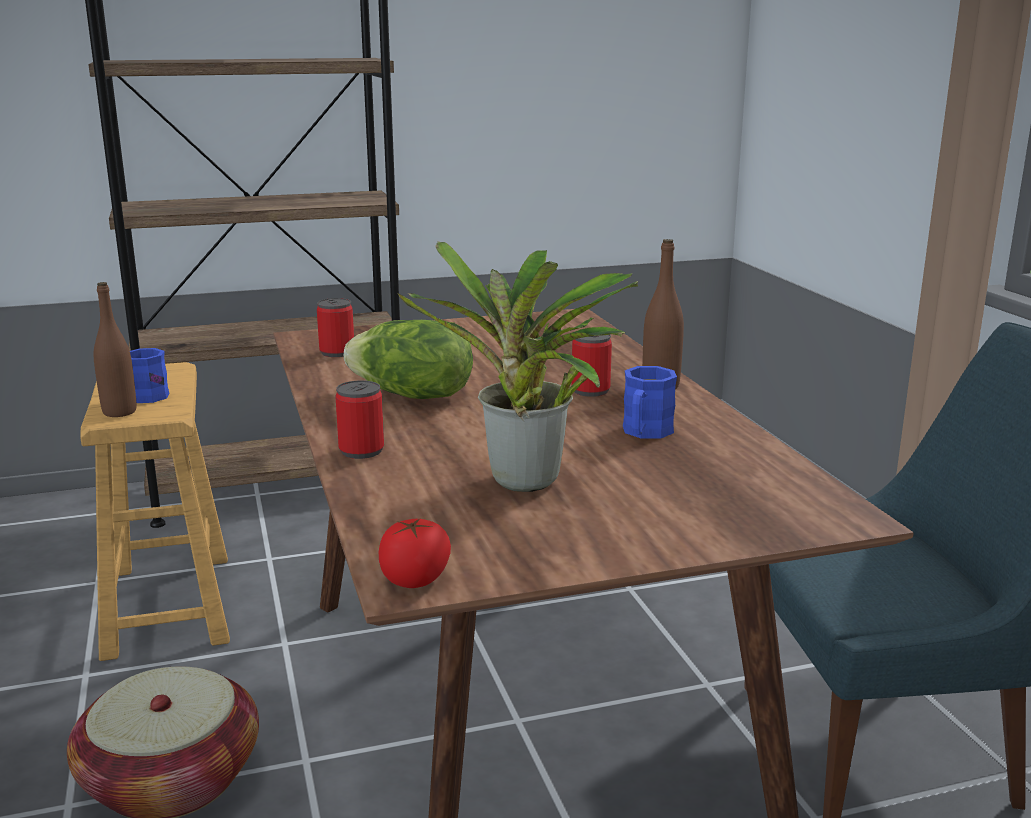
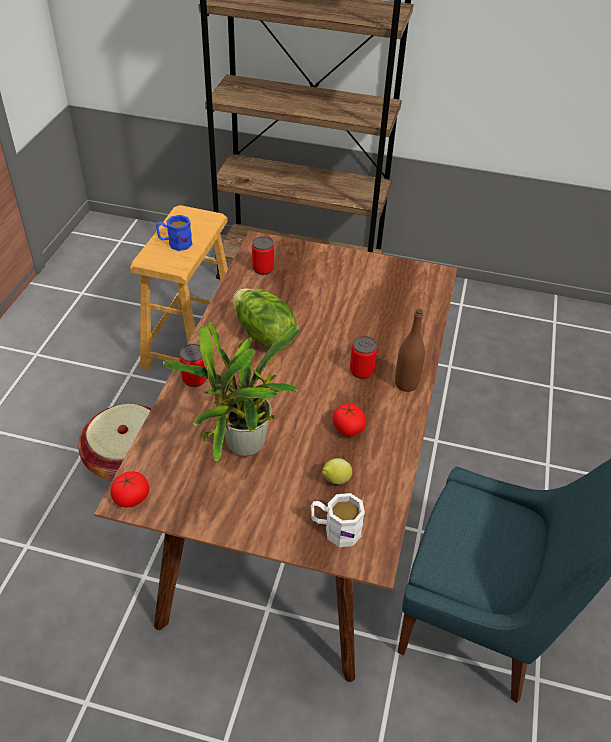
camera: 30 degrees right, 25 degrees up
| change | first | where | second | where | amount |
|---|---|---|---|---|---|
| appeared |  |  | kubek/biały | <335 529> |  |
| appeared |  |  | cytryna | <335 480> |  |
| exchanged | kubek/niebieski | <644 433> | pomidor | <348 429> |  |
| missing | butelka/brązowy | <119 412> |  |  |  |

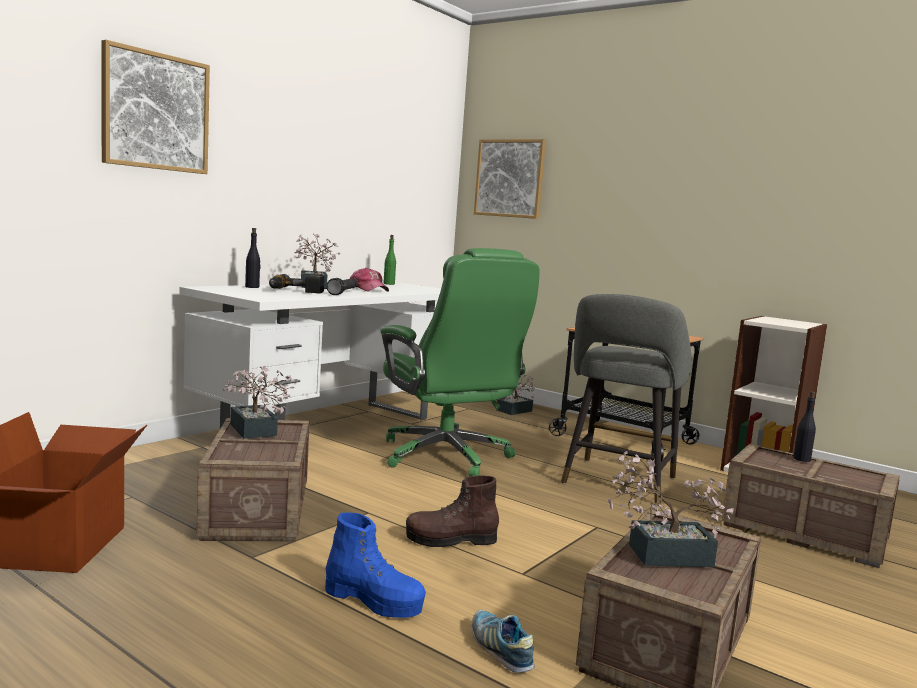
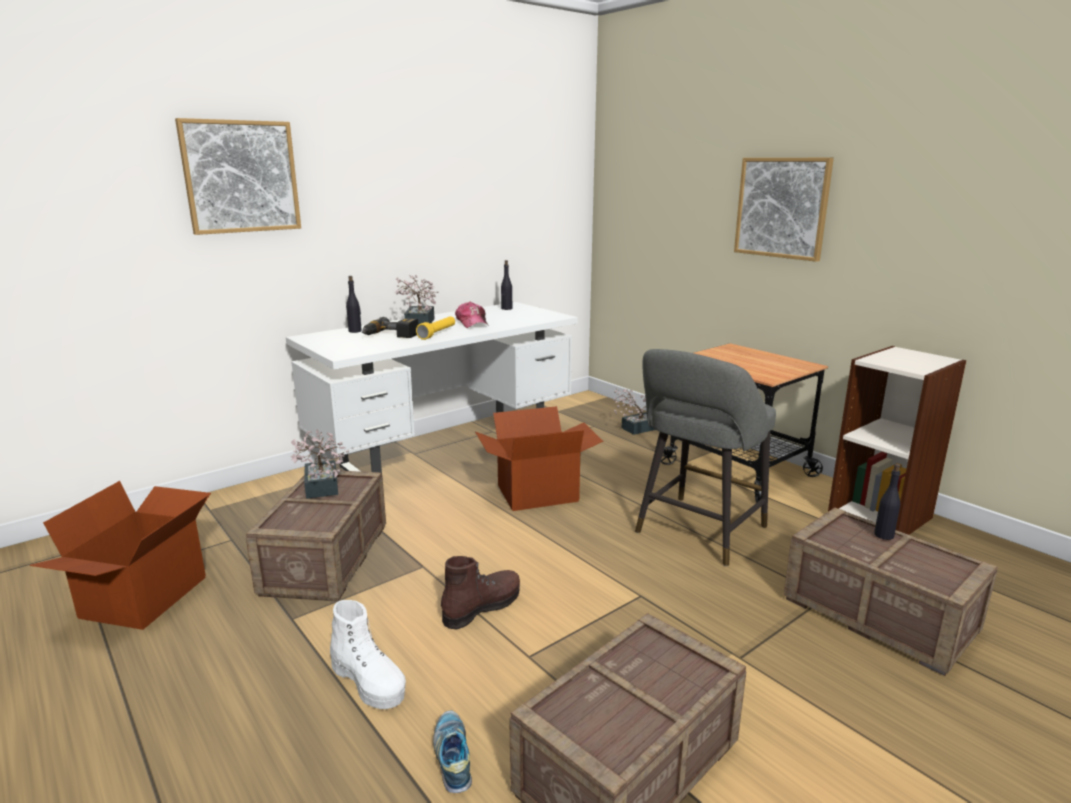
camera: 15 degrees right, 10 degrees up
| change | first | where | second | where | amount |
|---|---|---|---|---|---|
| colour | but z cholewką/niebieski | <374 601> | but z cholewką/biały | <369 682> |  |
| colour | latarka/czarny | <343 293> | latarka/żółty | <437 334> |  |
| spun | but z cholewką/brązowy | <451 540> |  | <482 607> | 135 degrees clockwise |
| exchanged | krzesło biurowe/zielony | <447 456> | karton | <537 493> |  |
| colour | butelka/zielony | <389 284> | butelka/czarny | <506 308> |  |
| relocated | obraz | <510 178> |  | <782 208> |  |
| missing | roślina doniczkowa | <660 555> |  |  |  |

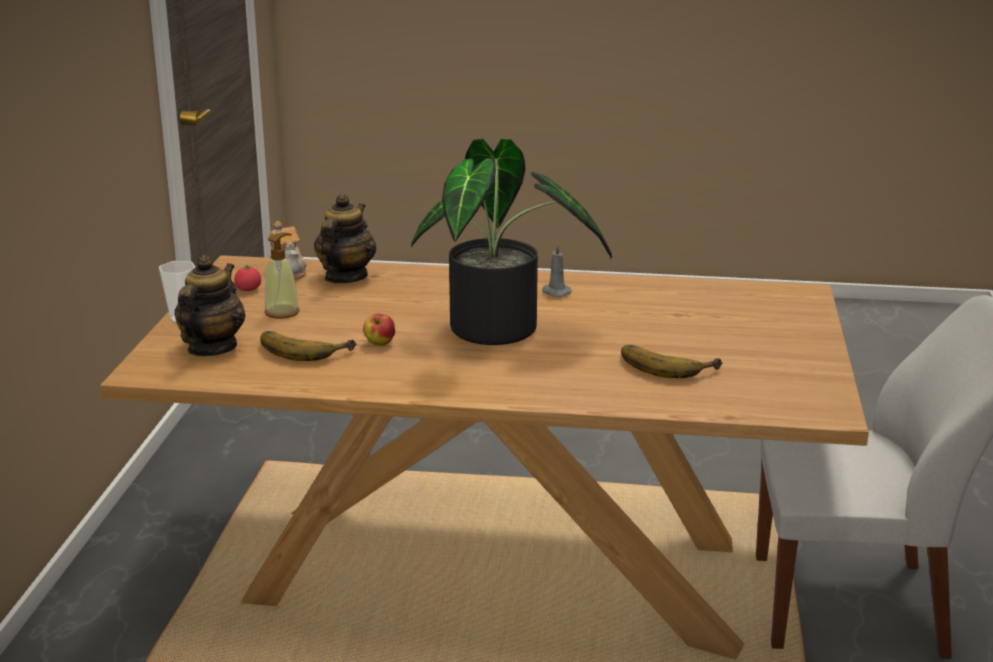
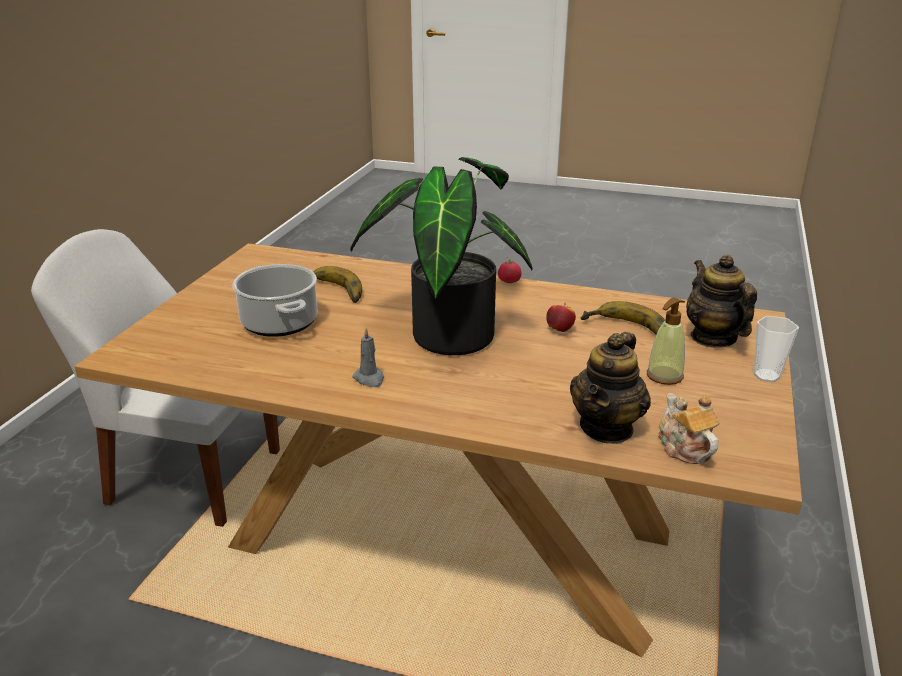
camera: 170 degrees left, 5 degrees up
| change | first | where | second | where | amount |
|---|---|---|---|---|---|
| appeared |  |  | garnek | <280 323> |  |
| relocated | pomidor | <248 289> |  | <509 281> |  |
| spun | imbryk | <211 348> |  | <713 338> | 135 degrees clockwise |

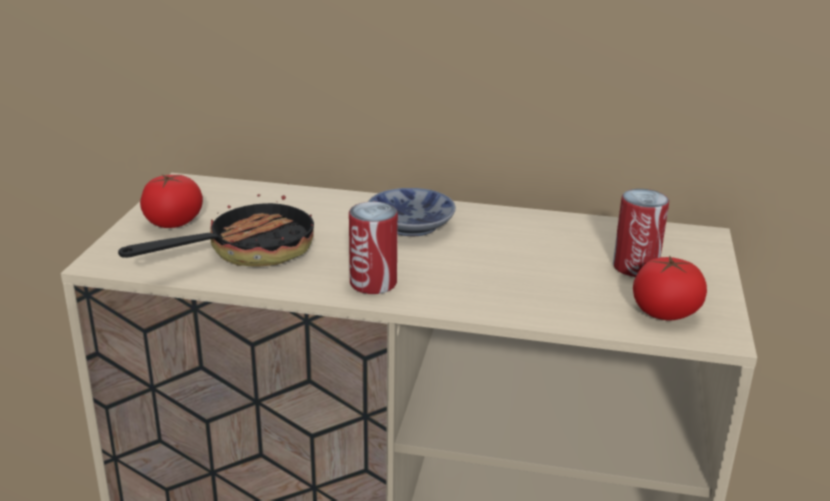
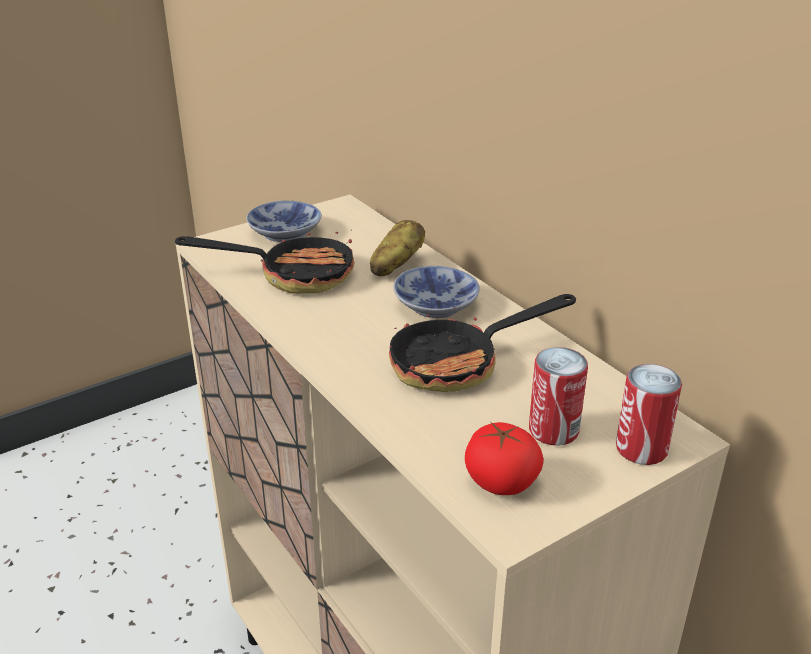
camera: 45 degrees right, 5 degrees up
| change | first | where | second | where | amount |
|---|---|---|---|---|---|
| exchanged | pomidor | <173 222> | miska | <287 233> |  |
| appeared |  |  | ziemniak | <395 266> |  |
| appeared |  |  | patelnia | <459 363> |  |
| relocated | puszka | <373 283> |  | <641 449> |  |

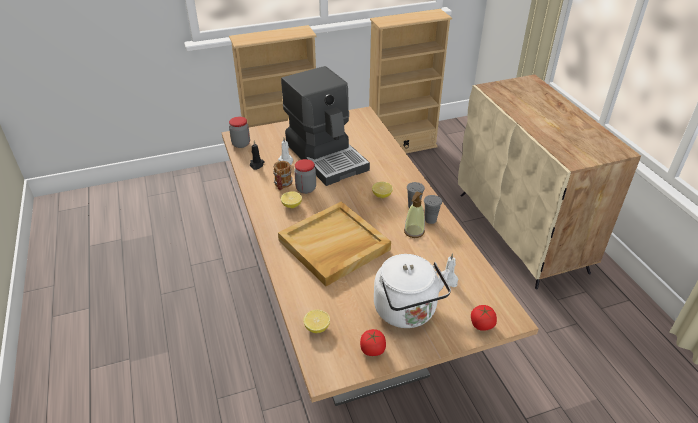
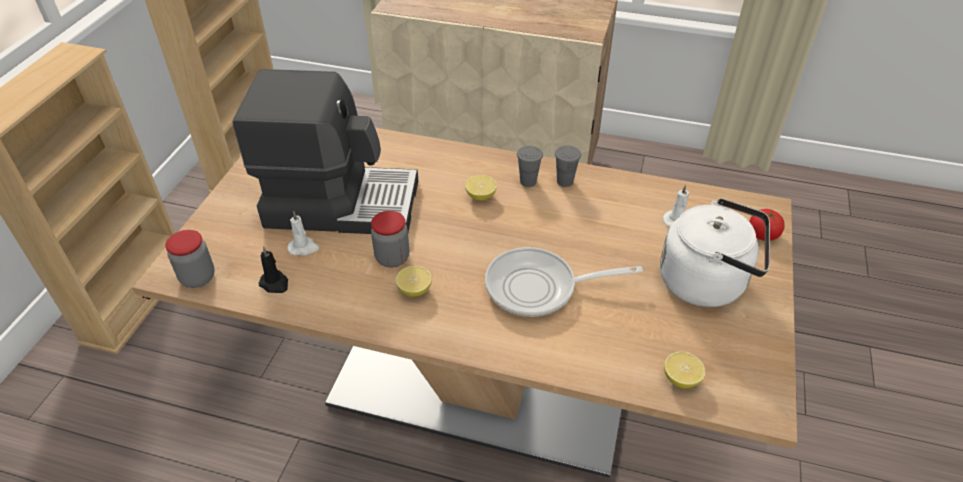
camera: 55 degrees left, 5 degrees up
| change | first | where | second | where | amount |
|---|---|---|---|---|---|
| exchanged | taca/beżowy | <334 246> | patelnia | <539 288> |  |
| missing | kubek | <282 185> |  |  |  |
| missing | pomidor | <372 349> |  |  |  |
| missing | dozownik mydła | <414 231> |  |  |  |

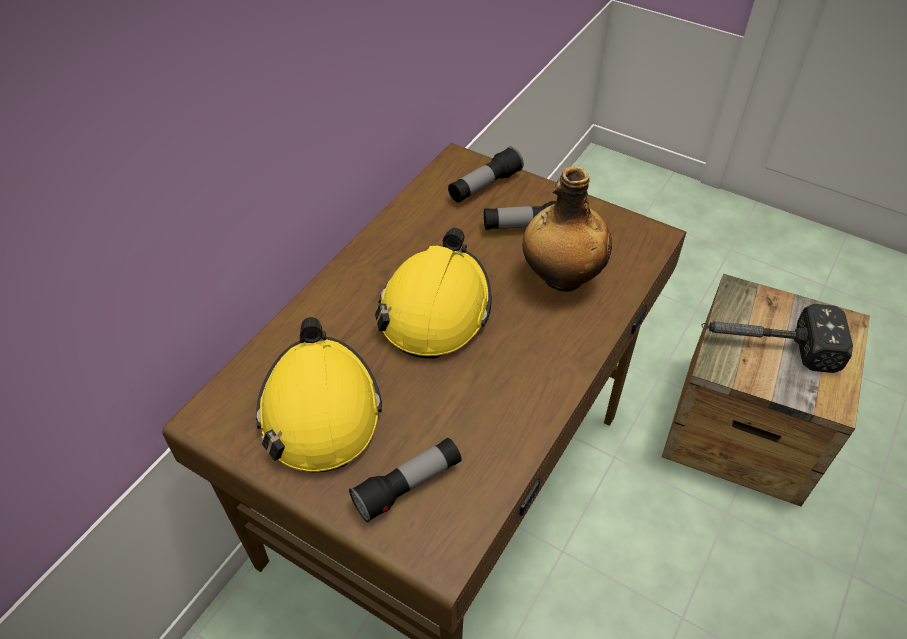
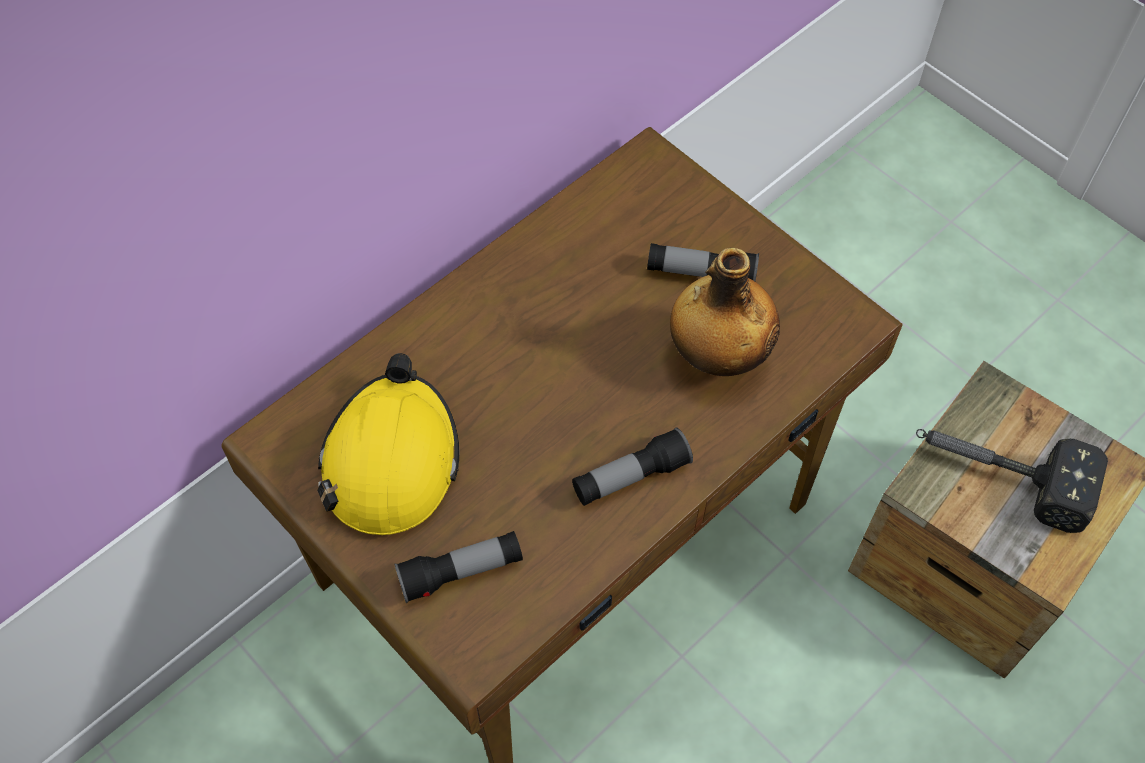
camera: 15 degrees right, 10 degrees up
| change | first | where | second | where | amount |
|---|---|---|---|---|---|
| relocated | latarka | <484 186> |  | <630 477> |  |
| missing | kask/żółty | <435 309> |  |  |  |

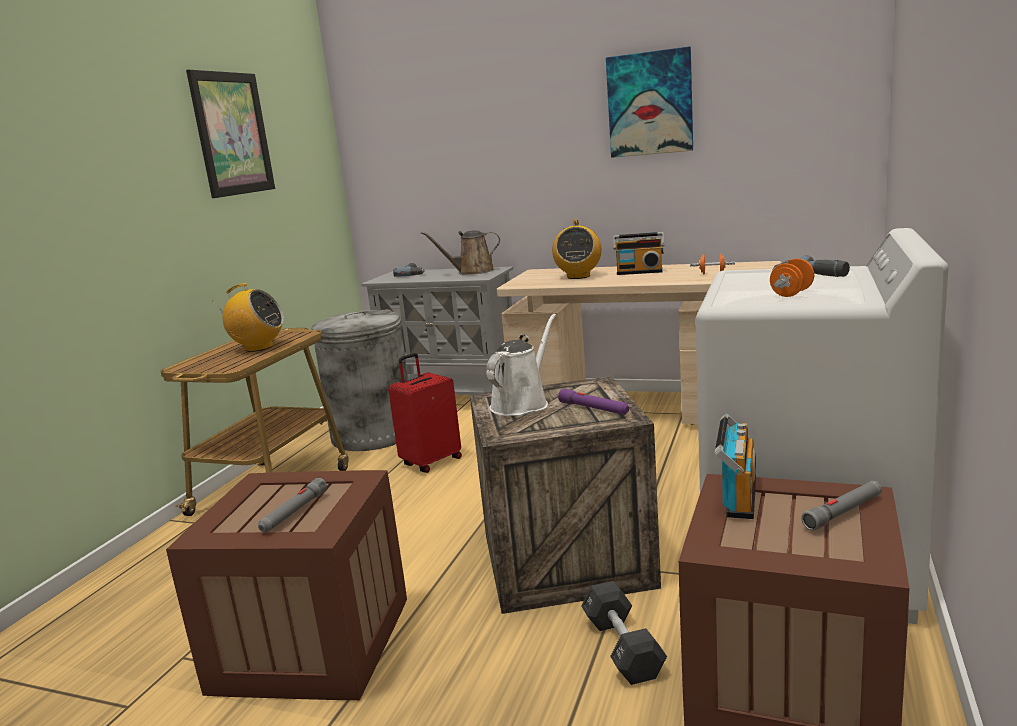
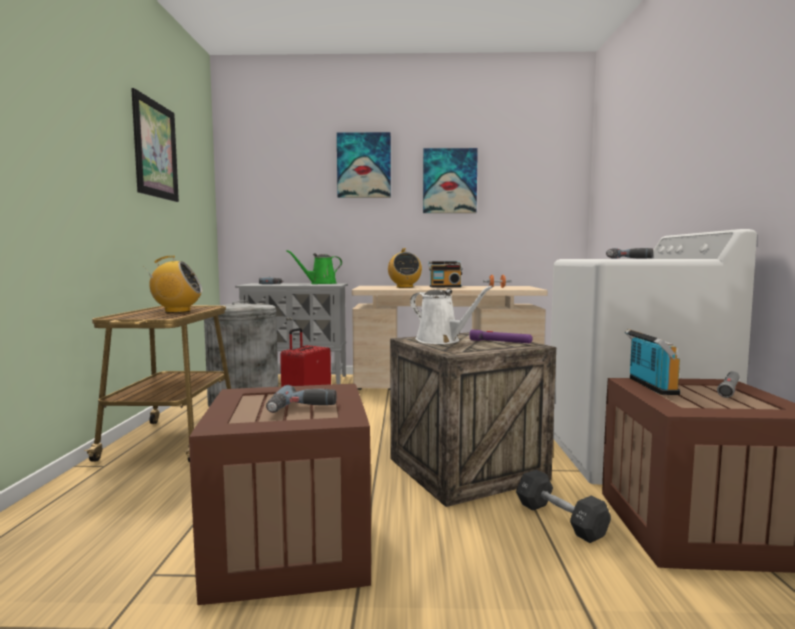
camera: 20 degrees left, 10 degrees down
| change | first | where | second | where | amount |
|---|---|---|---|---|---|
| exchanged | latarka/szary | <294 512> | wiertarka | <302 407> |  |
| colour | konewka/brązowy | <472 272> | konewka/zielony | <320 283> |  |
| appeared |  |  | obraz | <364 165> |  |
| spun | konewka/biały | <522 403> |  | <441 341> | 120 degrees clockwise |
| missing | hantel/pomarańczowy | <791 294> |  |  |  |

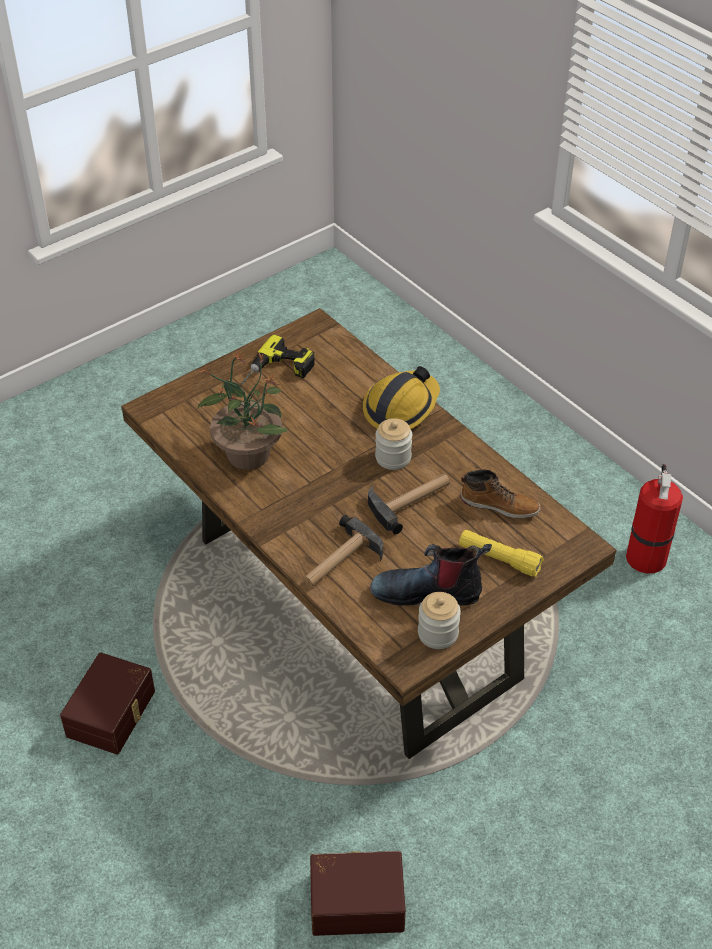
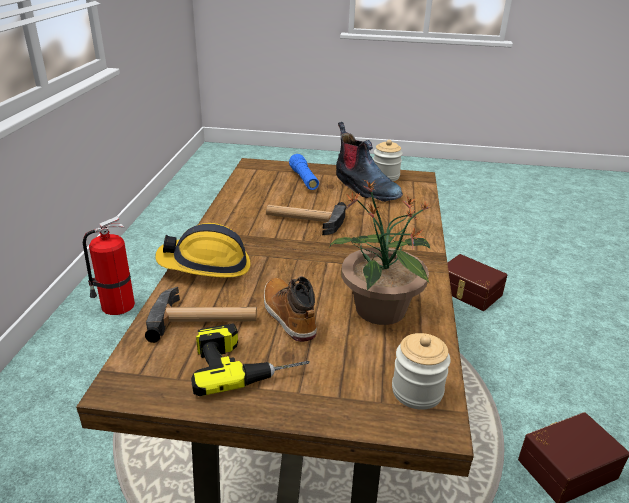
camera: 135 degrees left, 15 degrees down
| change | first | where | second | where | amount |
|---|---|---|---|---|---|
| relocated | młotek | <339 561> |  | <205 320> |  |
| relocated | but z cholewką | <499 505> |  | <288 315> |  |
| colour | latarka/żółty | <499 559> | latarka/niebieski | <304 179> |  |
| relocated | słoik | <393 458> |  | <417 391> |  |

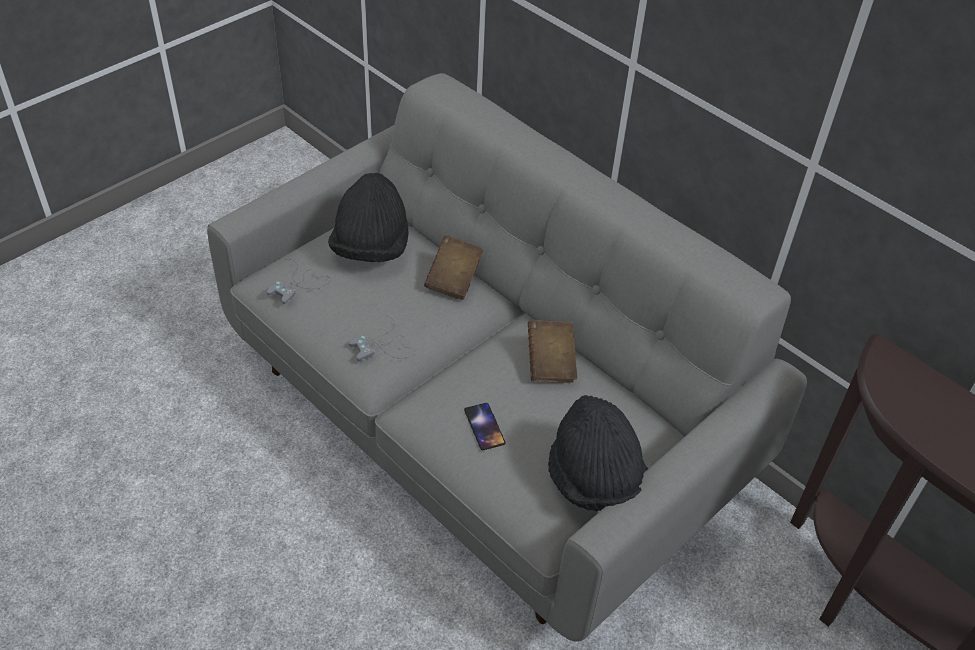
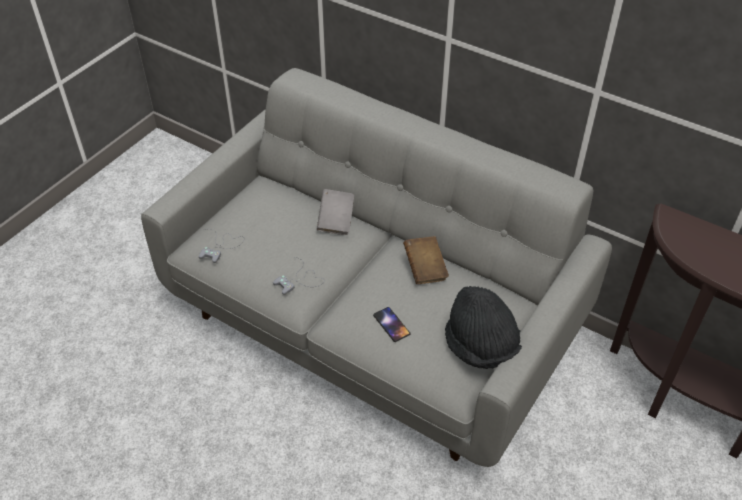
camera: 10 degrees left, 0 degrees up
| change | first | where | second | where | amount |
|---|---|---|---|---|---|
| colour | książka/brązowy | <454 279> | książka/szary | <336 221> |  |
| missing | kapelusz/czarny | <371 248> |  |  |  |

